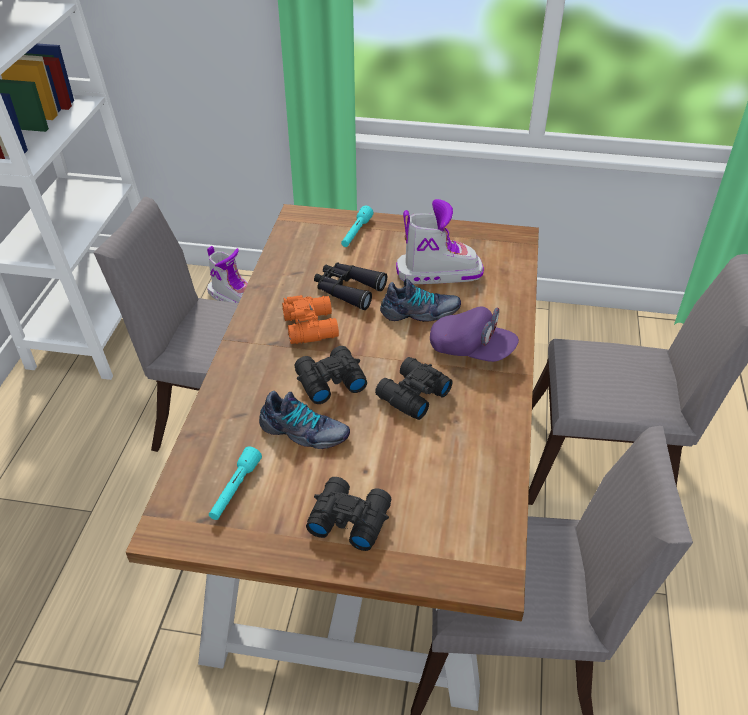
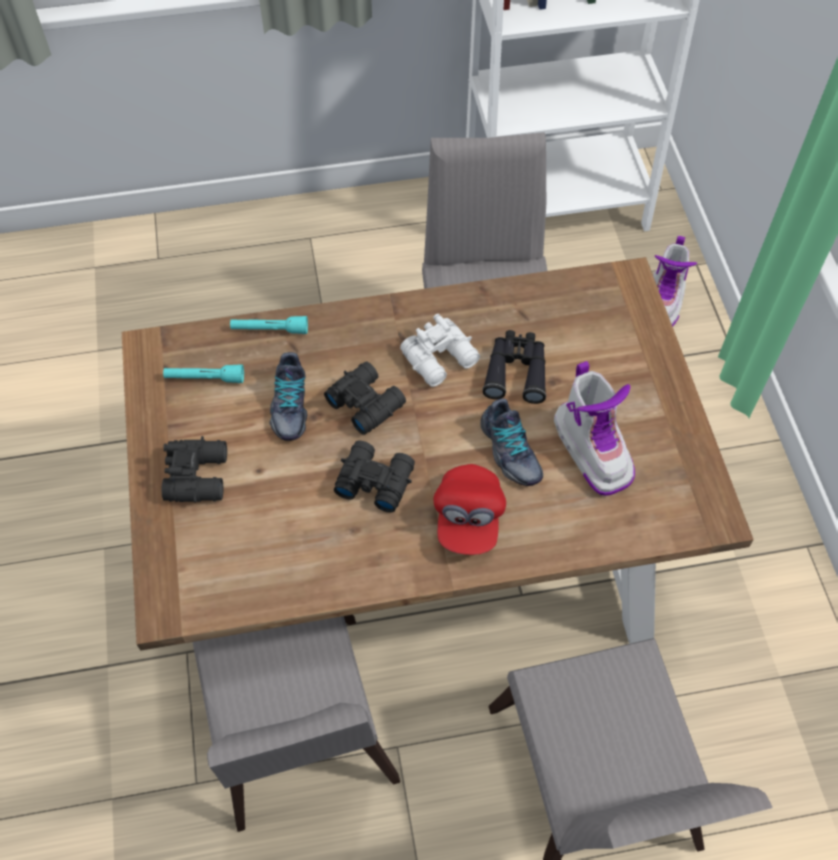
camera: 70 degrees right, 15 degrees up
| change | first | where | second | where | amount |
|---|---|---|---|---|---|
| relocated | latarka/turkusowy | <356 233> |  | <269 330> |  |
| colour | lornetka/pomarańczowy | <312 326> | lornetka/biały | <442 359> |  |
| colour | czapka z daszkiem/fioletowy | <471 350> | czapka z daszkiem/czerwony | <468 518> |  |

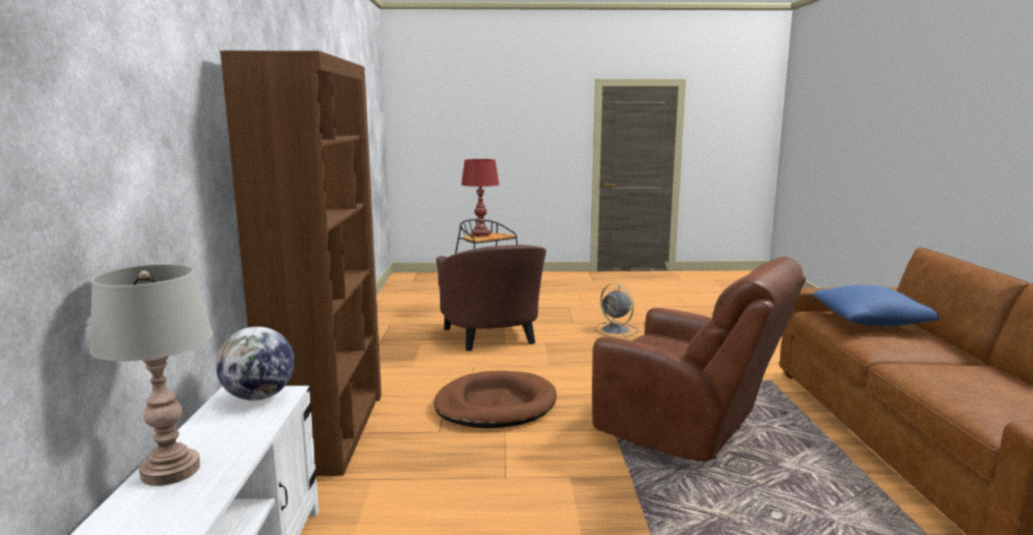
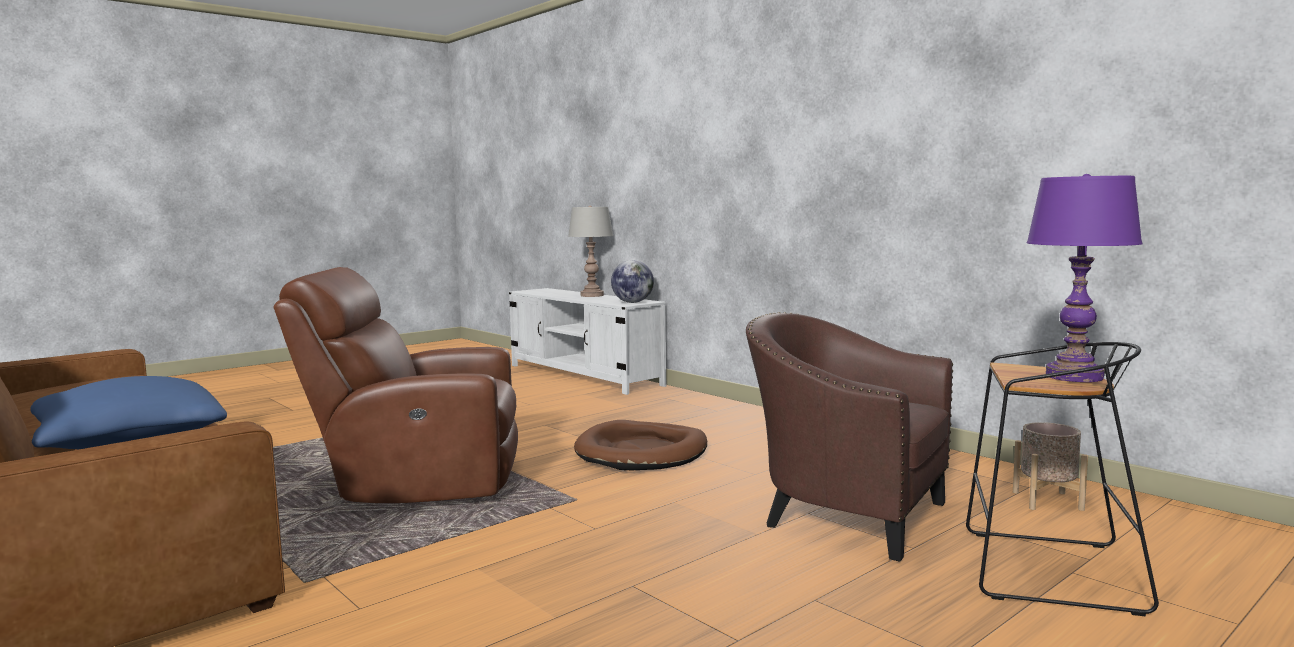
camera: 140 degrees right, 5 degrees down
| change | first | where | second | where | amount |
|---|---|---|---|---|---|
| appeared |  |  | donica/beżowy | <1047 500> |  |
| colour | lampa stołowa/czerwony | <480 234> | lampa stołowa/fioletowy | <1074 376> |  |
| missing | regał/brązowy | <329 430> |  |  |  |
| missing | wentylator/szary | <616 330> |  |  |  |

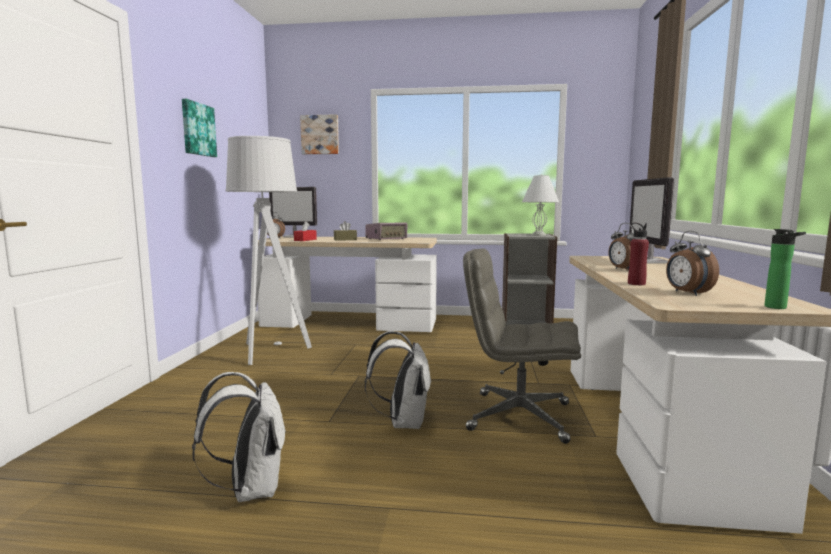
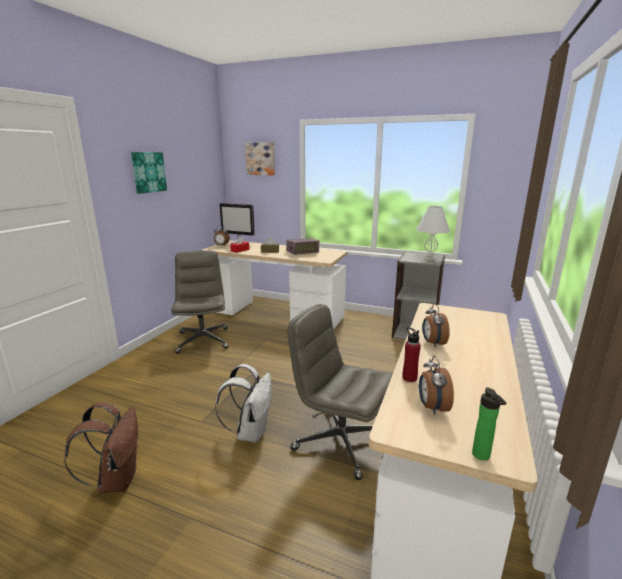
camera: 15 degrees right, 10 degrees up
| change | first | where | second | where | amount |
|---|---|---|---|---|---|
| colour | plecak/biały | <250 489> | plecak/brązowy | <117 479> |  |
| exchanged | lampa stojąca/szary | <270 352> | krzesło biurowe/szary | <203 340> |  |
| missing | monitor | <649 262> |  |  |  |

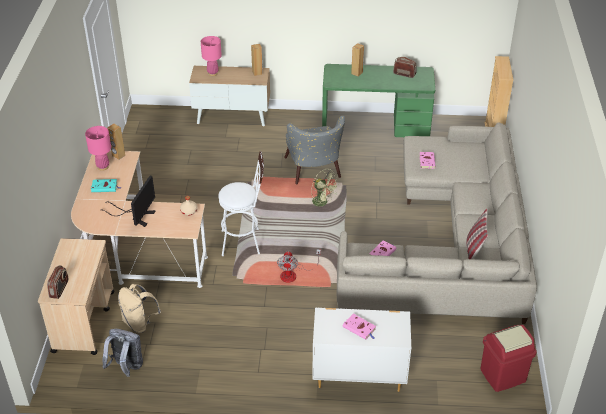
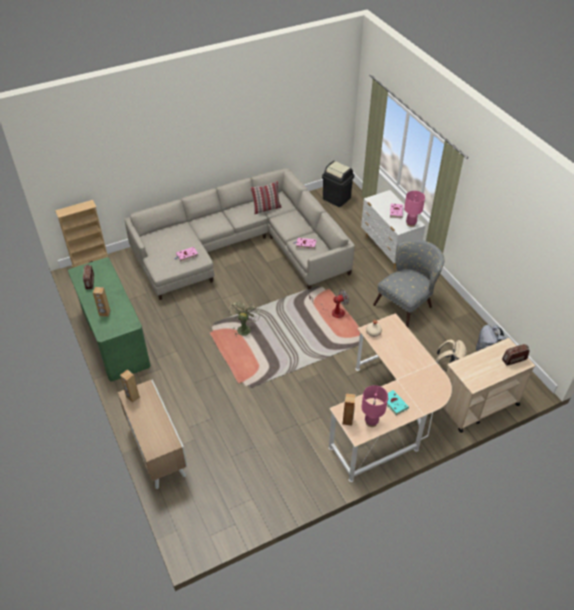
camera: 120 degrees left, 5 degrees up
| change | first | where | second | where | amount |
|---|---|---|---|---|---|
| colour | kosz na śmieci/czerwony | <503 375> | kosz na śmieci/czarny | <336 198> |  |
| relocated | fotel/szary | <314 172> |  | <407 303> |  |
| relocated | lampa stołowa/różowy | <212 73> |  | <411 224> |  |
| missing | monitor | <136 216> |  |  |  |
| missing | stołek/biały | <245 242> |  |  |  |

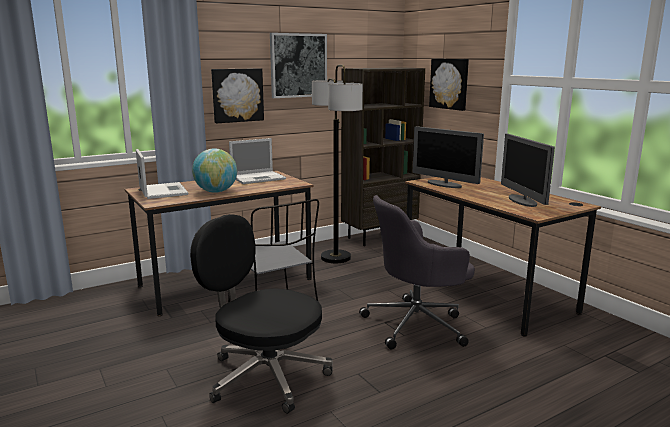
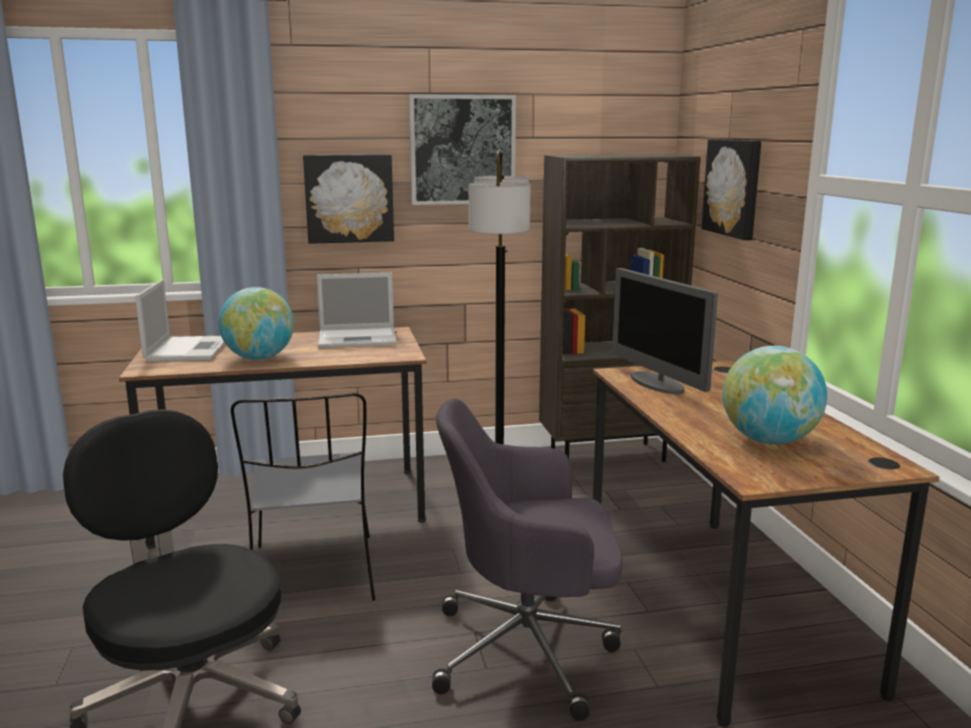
camera: 20 degrees right, 0 degrees up
| change | first | where | second | where | amount |
|---|---|---|---|---|---|
| exchanged | monitor | <522 201> | globus | <769 440> |  |

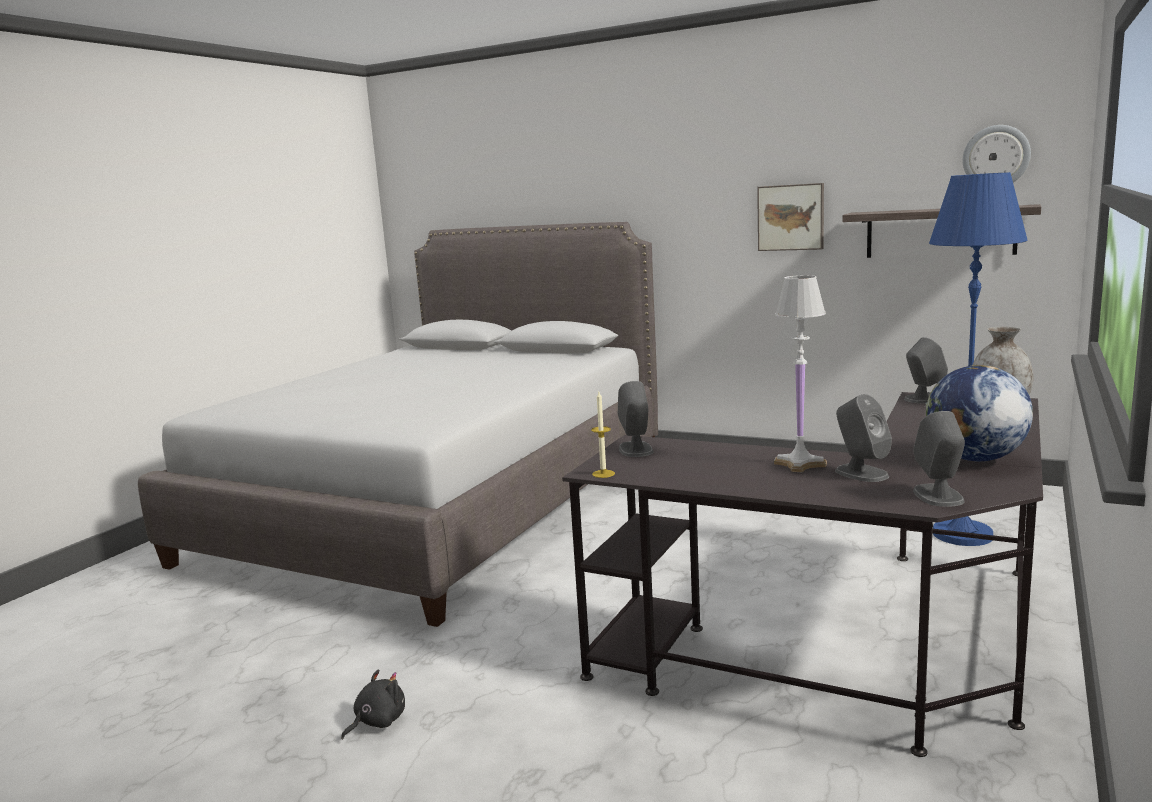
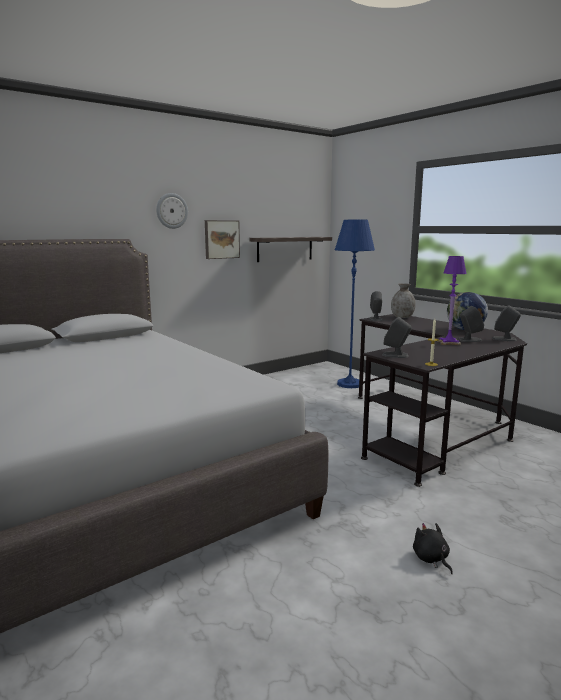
camera: 65 degrees left, 0 degrees up
| change | first | where | second | where | amount |
|---|---|---|---|---|---|
| relocated | zegar ścienny | <996 157> |  | <171 211> |  |
| colour | lampa stołowa/biały | <799 464> | lampa stołowa/fioletowy | <449 343> |  |

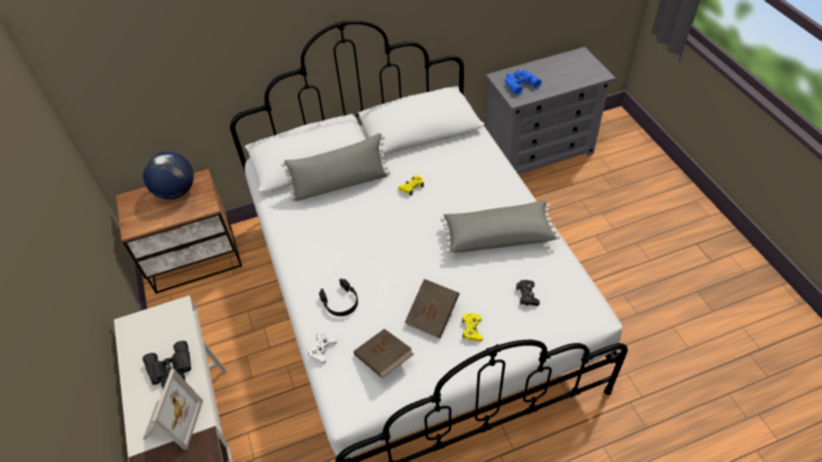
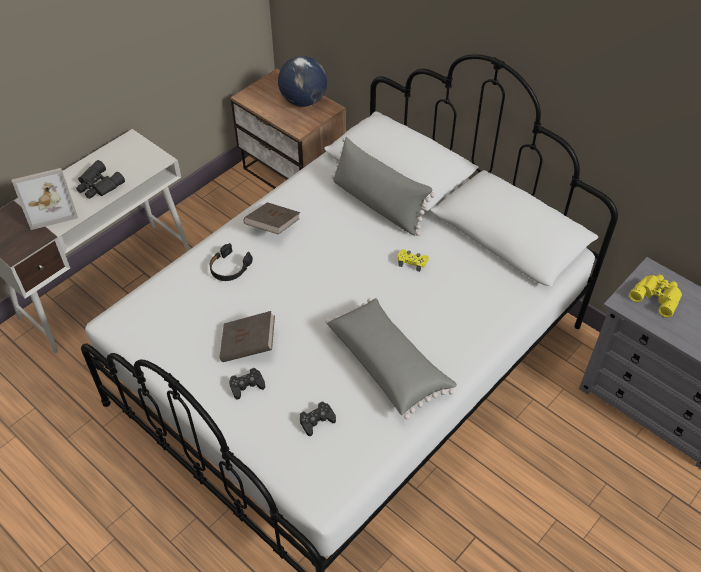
camera: 60 degrees right, 0 degrees up
| change | first | where | second | where | amount |
|---|---|---|---|---|---|
| colour | pad do gier/żółty | <472 329> | pad do gier/czarny | <247 386> |  |
| relocated | książka/brązowy | <384 359> |  | <273 227> |  |
| colour | lornetka/niebieski | <519 83> | lornetka/żółty | <657 296> |  |
| missing | pad do gier/biały | <322 349> |  |  |  |

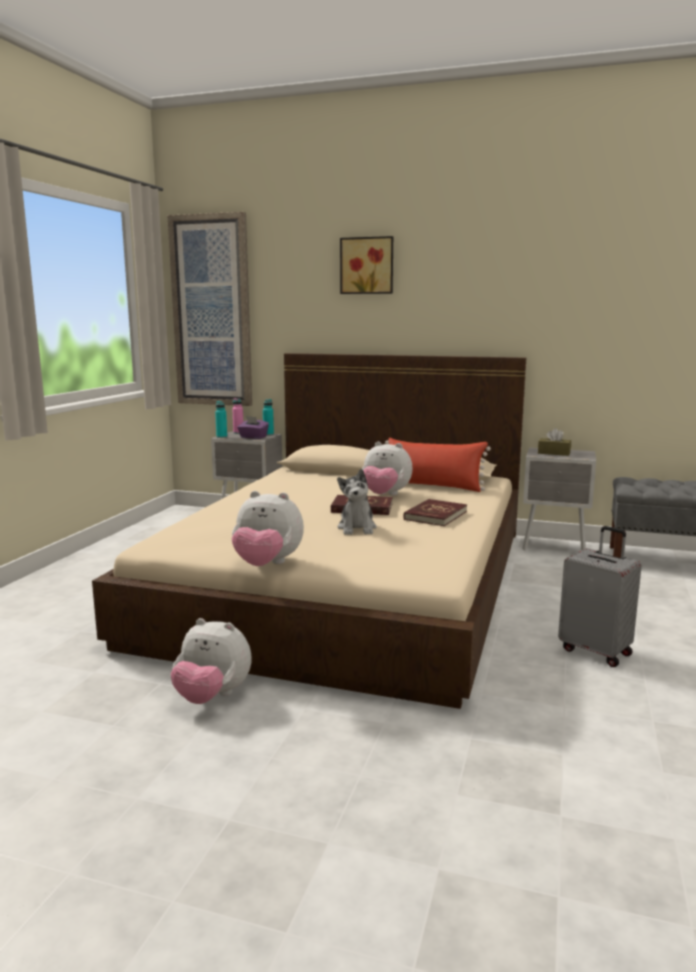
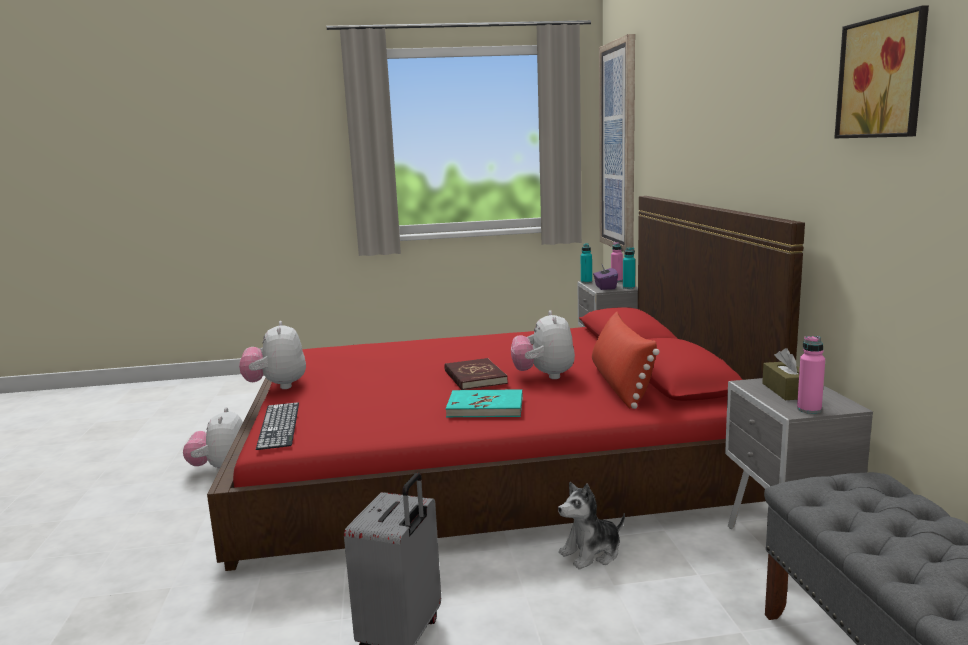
camera: 65 degrees right, 0 degrees up
| change | first | where | second | where | amount |
|---|---|---|---|---|---|
| colour | łóżko/beżowy | <351 581> | łóżko/czerwony | <488 456> |  |
| appeared |  |  | klawiatura | <279 425> |  |
| colour | książka/czerwony | <435 515> | książka/turkusowy | <485 407> |  |
| relocated | pluszak | <357 528> |  | <591 553> |  |
| appeared |  |  | butelka/różowy | <809 409> |  |
| relocated | obraz | <367 266> |  | <885 78> |  |

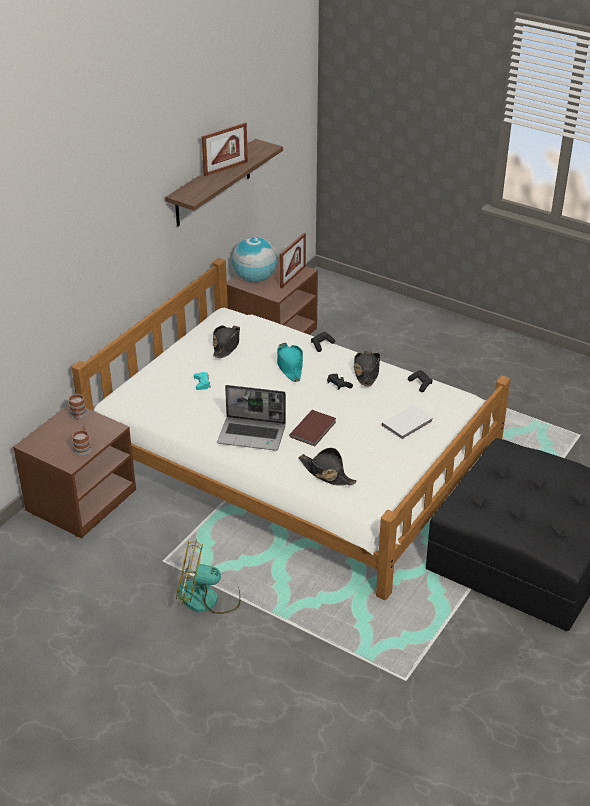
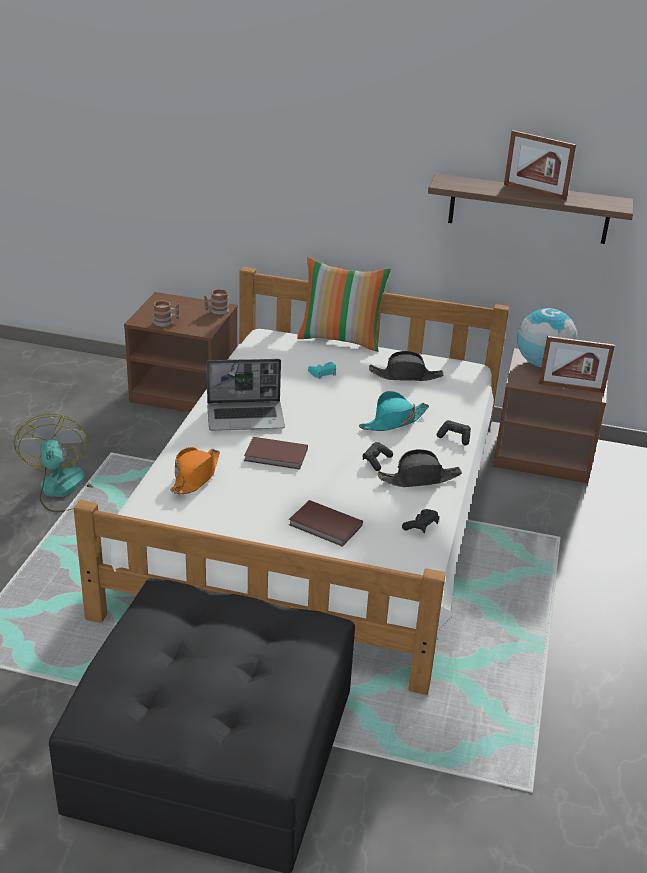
camera: 70 degrees right, 5 degrees down
| change | first | where | second | where | amount |
|---|---|---|---|---|---|
| colour | kapelusz/czarny | <326 473> | kapelusz/pomarańczowy | <196 476> |  |
| spun | laptop | <252 434> |  | <246 417> | 90 degrees counterclockwise |
| colour | książka/biały | <408 424> | książka/brązowy | <325 526> |  |
| appeared |  |  | poduszka | <340 339> |  |

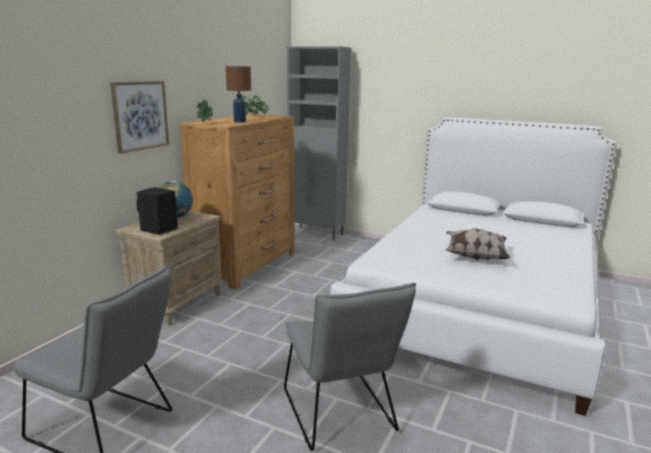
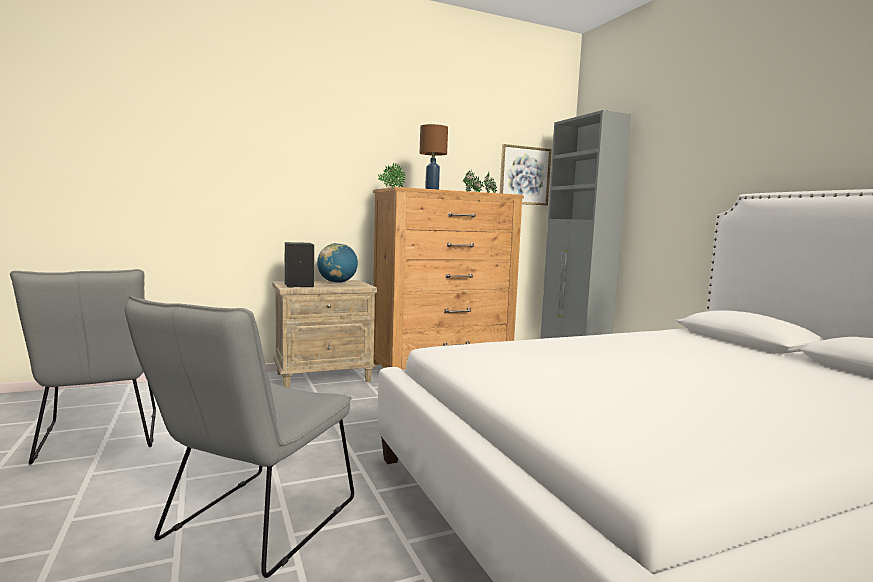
camera: 40 degrees right, 10 degrees down
| change | first | where | second | where | amount |
|---|---|---|---|---|---|
| relocated | obraz | <140 115> |  | <524 175> |  |
| missing | poduszka | <474 257> |  |  |  |

